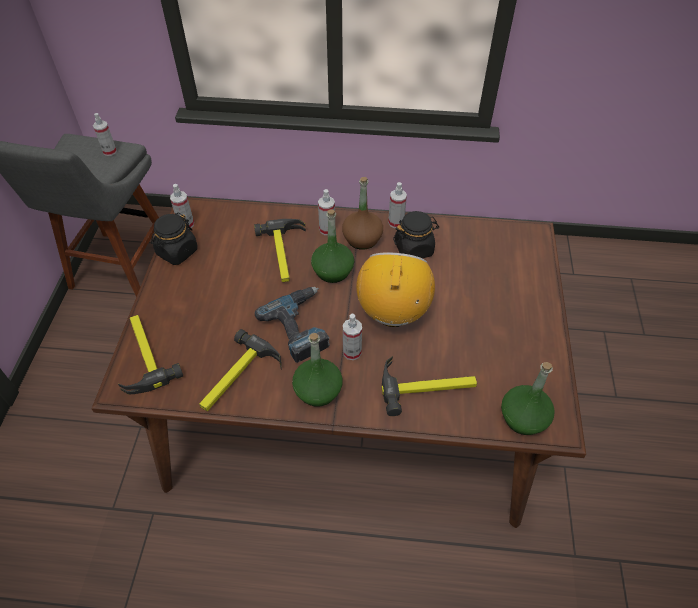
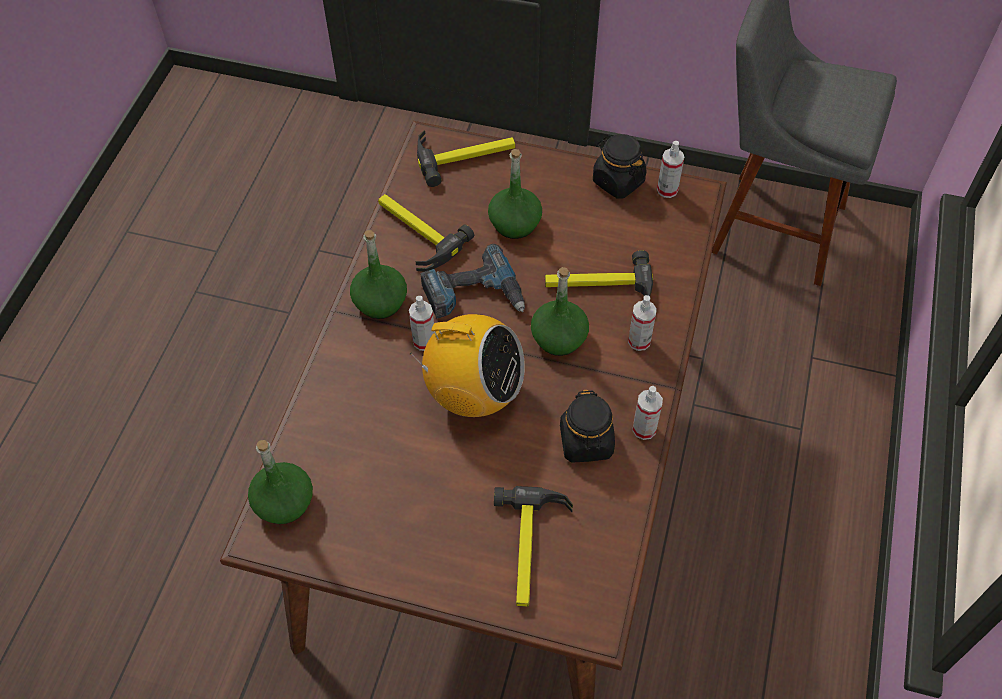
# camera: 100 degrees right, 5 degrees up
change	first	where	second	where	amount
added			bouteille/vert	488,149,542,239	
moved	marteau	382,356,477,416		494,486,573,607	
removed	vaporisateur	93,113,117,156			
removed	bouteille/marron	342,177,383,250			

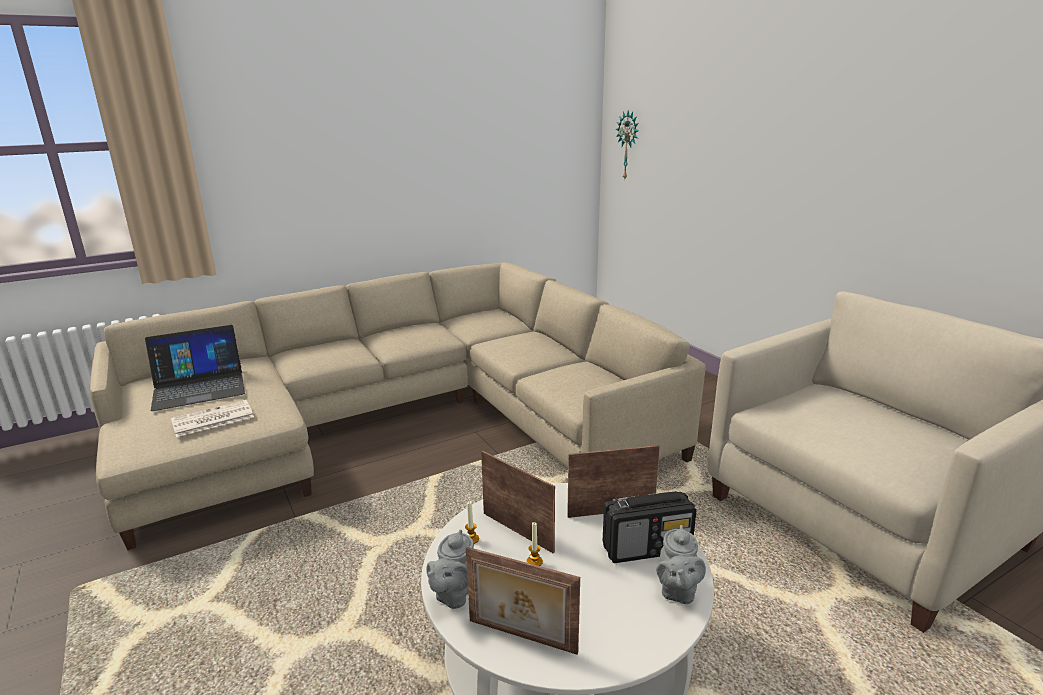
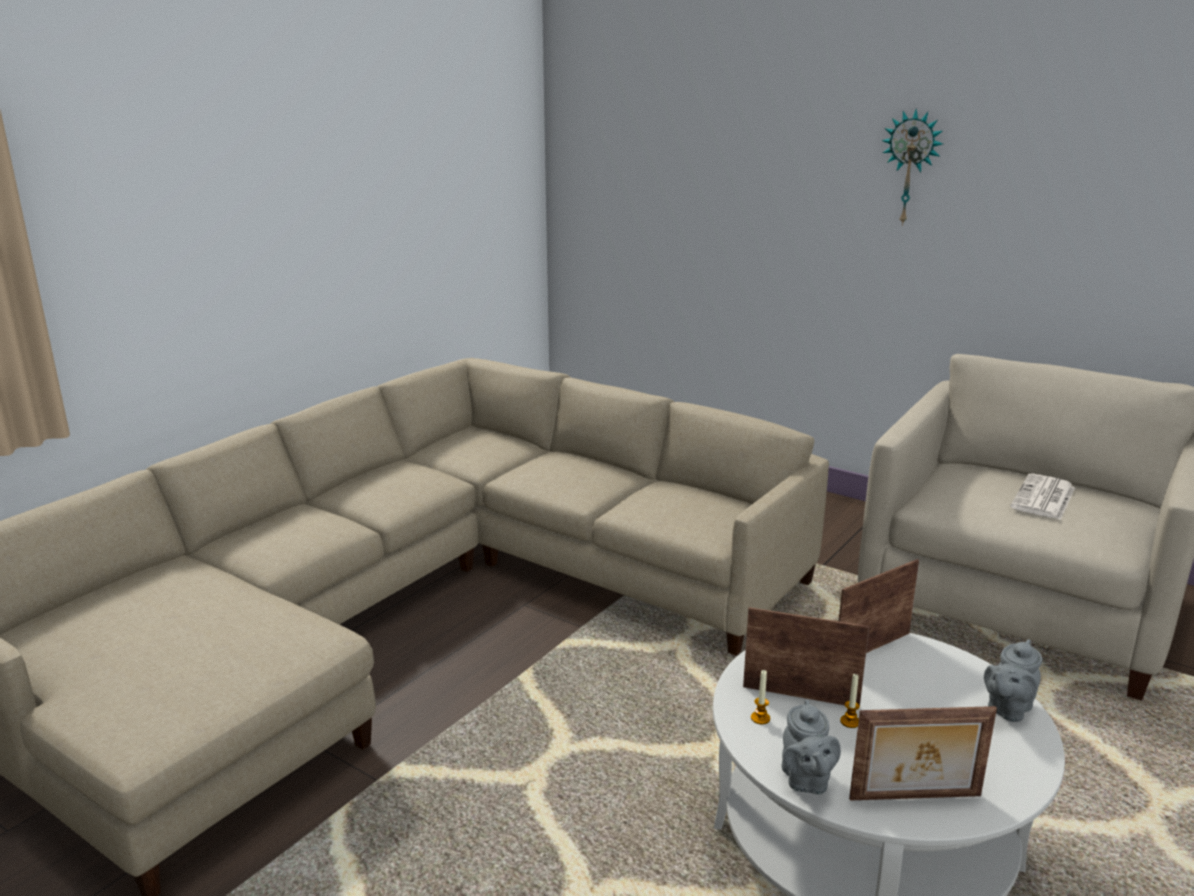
# camera: 25 degrees left, 0 degrees up
change	first	where	second	where	amount
moved	horloge murale	616,110,639,179		881,109,943,226	
turned	théière/gris	656,525,706,604		984,639,1042,722	60 degrees clockwise
moved	journal	171,400,254,437		1010,474,1075,520	
removed	ordinateur portable	145,325,245,411			
removed	radio	603,491,696,563			

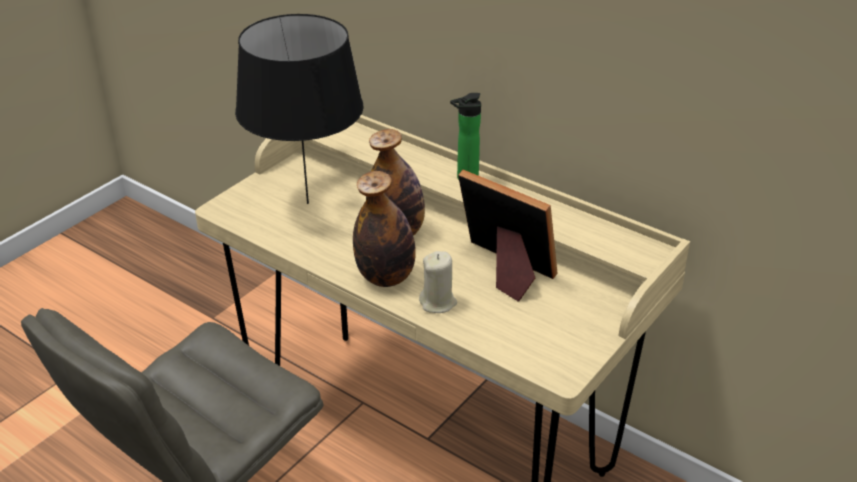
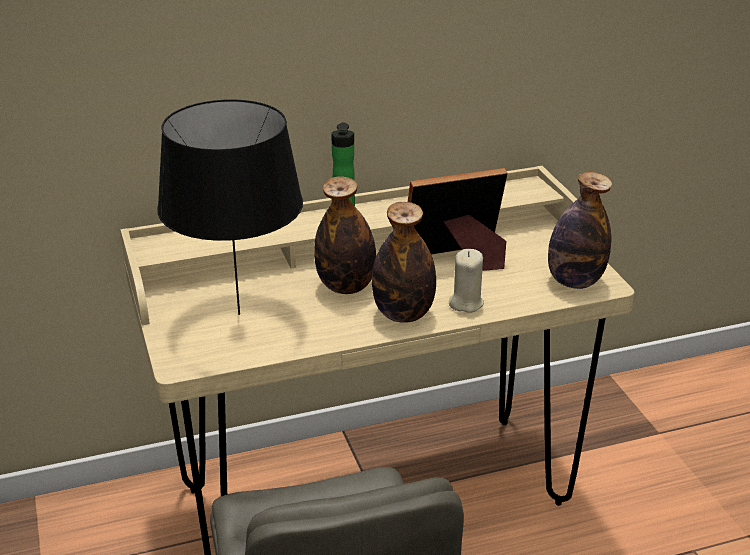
# camera: 55 degrees left, 5 degrees down
change	first	where	second	where	amount
added			bouteille	548,172,612,289	

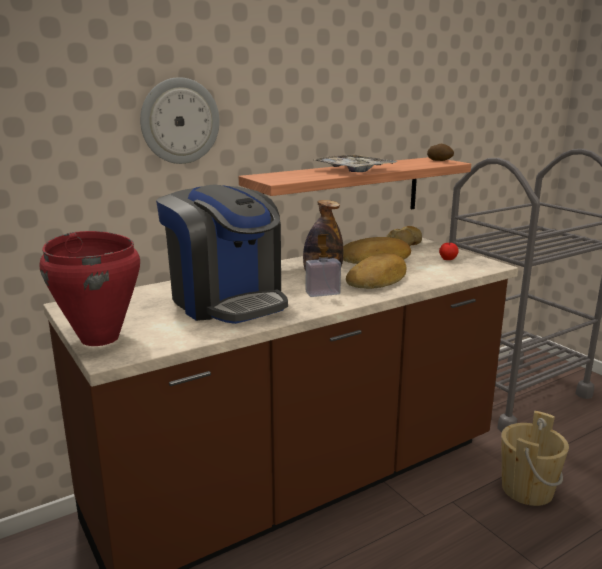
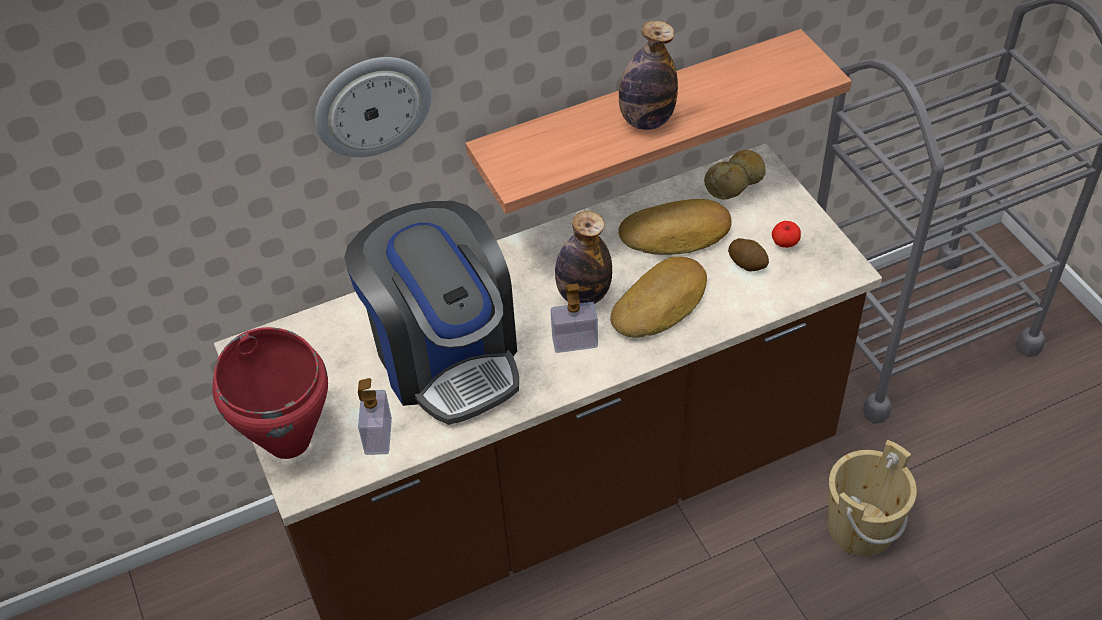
# camera: 10 degrees right, 30 degrees up
change	first	where	second	where	amount
added			distributeur de savon	358,378,392,455	
replaced	plateau	312,155,397,172	bouteille	619,21,678,130	
moved	pomme de terre	427,144,454,161		728,238,769,272	

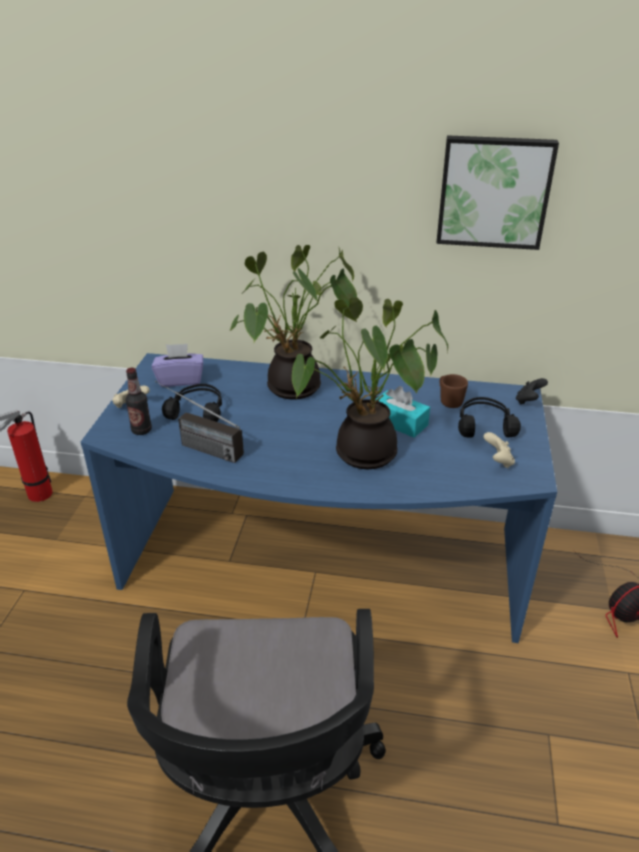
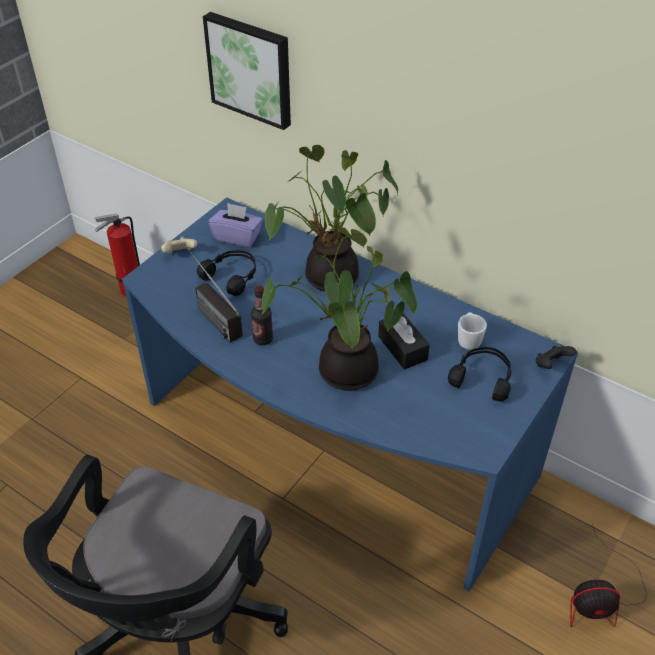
# camera: 25 degrees right, 10 degrees up
change	first	where	second	where	amount
moved	tableau	436,135,559,250		203,12,291,130	
moved	bouteille	125,368,152,435		251,286,273,345	
recoloured	boîte à mouchoirs/turquoise	376,386,430,438	boîte à mouchoirs/noir	378,313,430,369	
recoloured	mug/marron	440,374,468,408	mug/blanc	458,312,487,350	
removed	manette/beige	483,432,515,468			

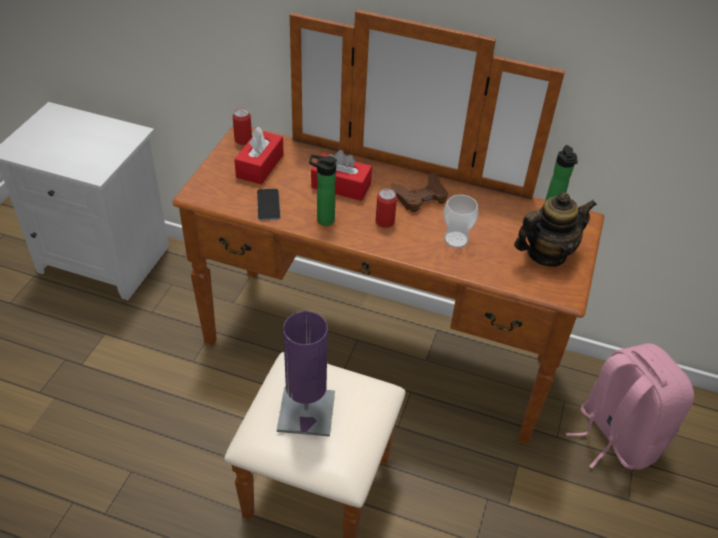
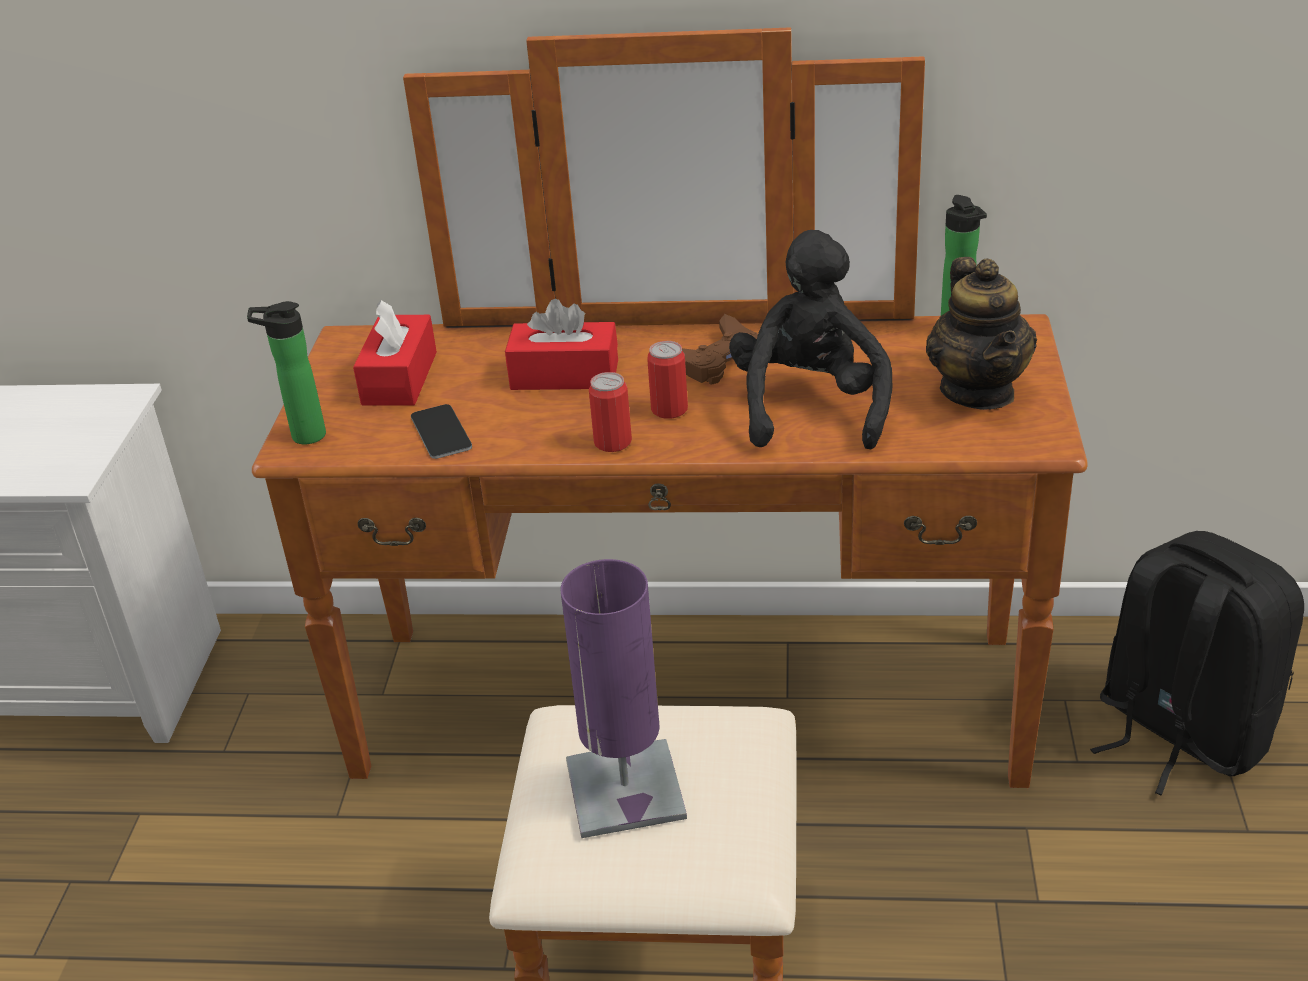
# camera: 10 degrees left, 10 degrees down
change	first	where	second	where	amount
moved	bouteille	309,155,337,226		247,301,326,444	
moved	boîte métallique	233,108,252,145		589,372,632,452	
replaced	tasse	444,195,478,248	peluche/noir	729,230,892,449	
turned	théière	514,192,597,267		926,257,1037,410	120 degrees clockwise
recoloured	sac à dos/rose	566,343,694,470	sac à dos/noir	1090,531,1304,796	

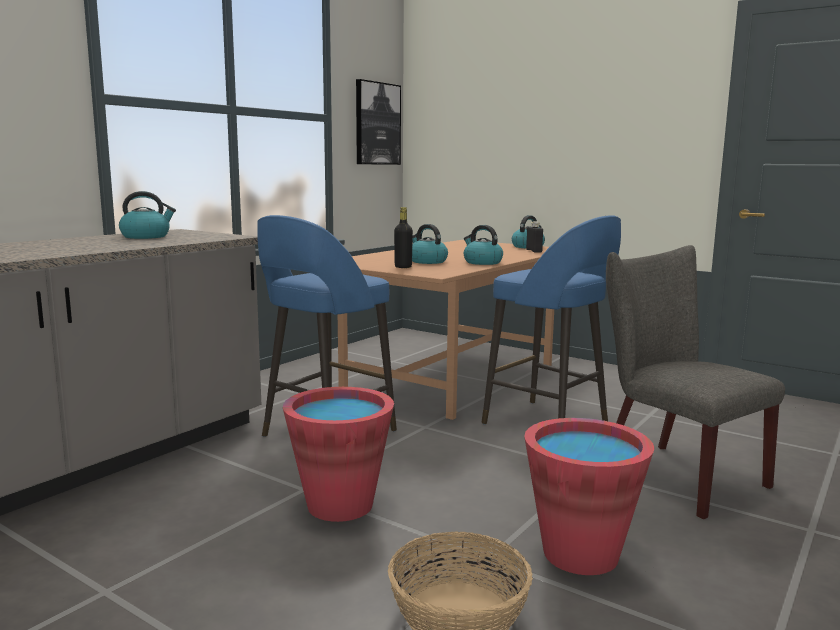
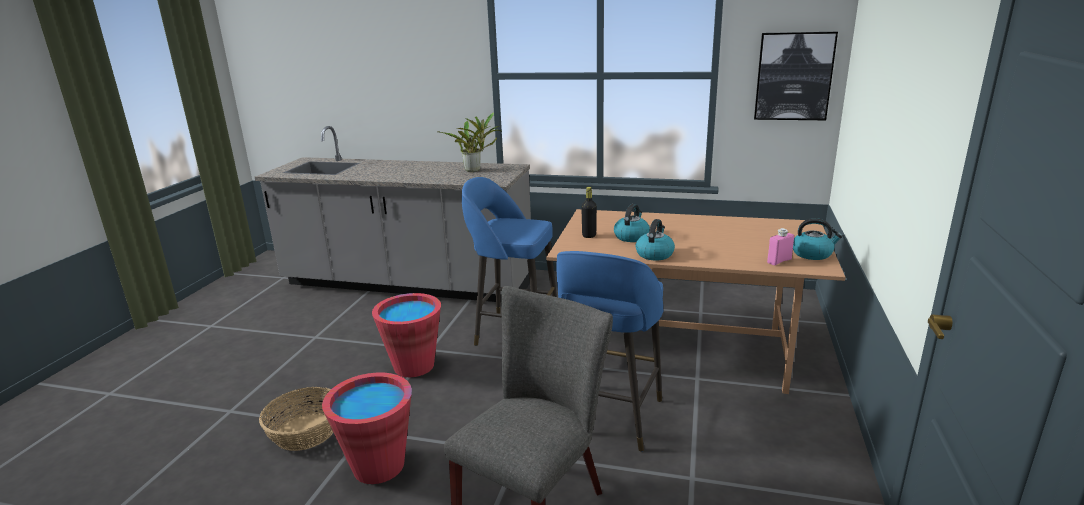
# camera: 70 degrees right, 10 degrees up
change	first	where	second	where	amount
replaced	bouilloire	119,191,176,239	plante en pot	440,112,502,172	
recoloured	bouteille/noir	526,221,543,253	bouteille/rose	767,228,794,265	

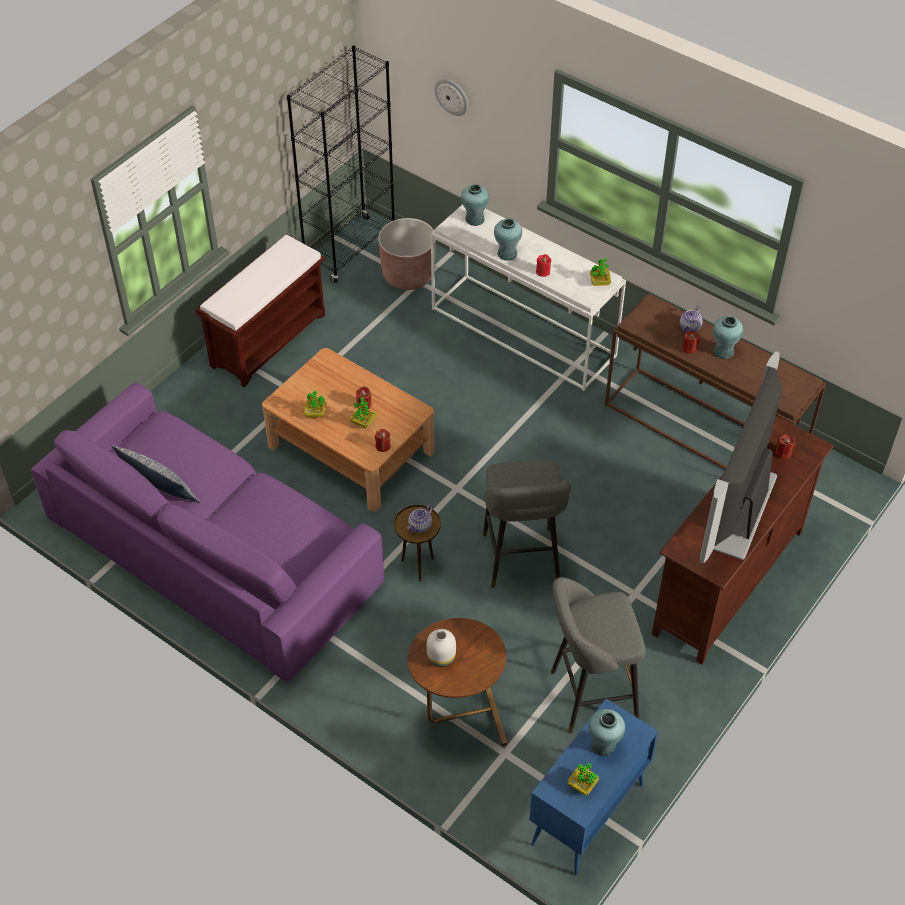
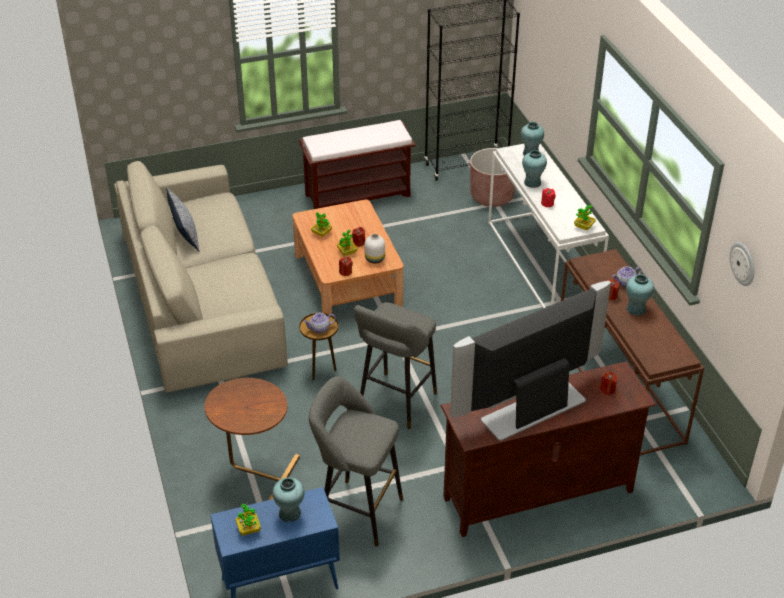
# camera: 35 degrees right, 10 degrees down
change	first	where	second	where	amount
recoloured	canapé/violet	31,382,384,683	canapé/beige	114,161,288,393	
moved	vase/blanc	427,629,456,667		365,234,385,263	
moved	horloge murale	434,79,468,116		730,242,754,286	

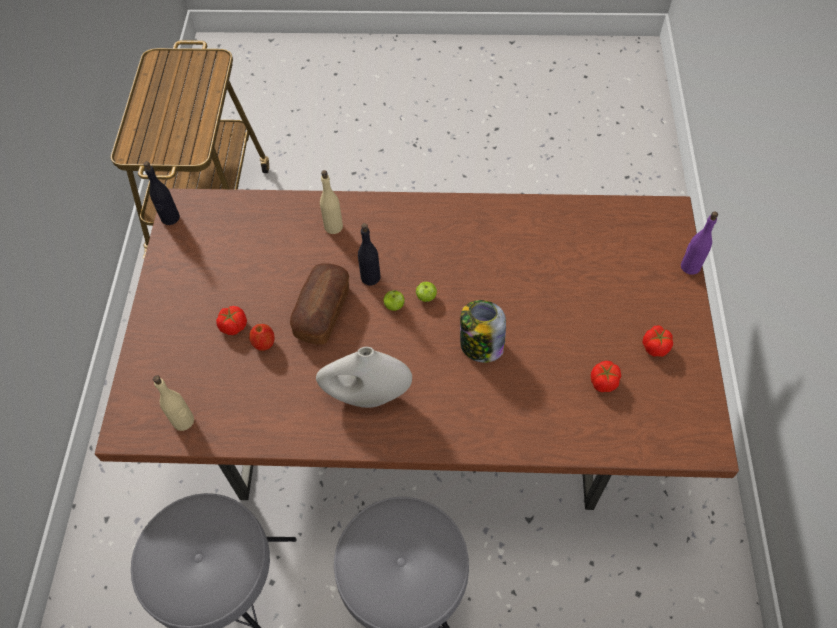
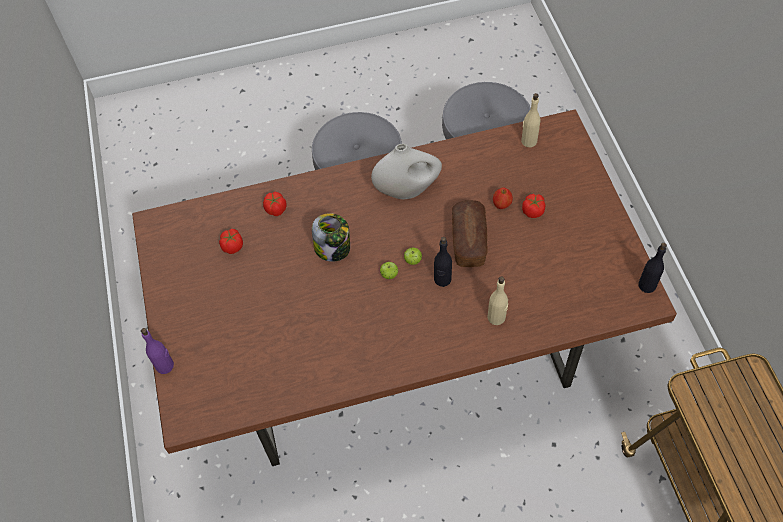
# camera: 165 degrees right, 0 degrees up
change	first	where	second	where	amount
moved	tomate	643,325,673,357		263,192,286,216	

